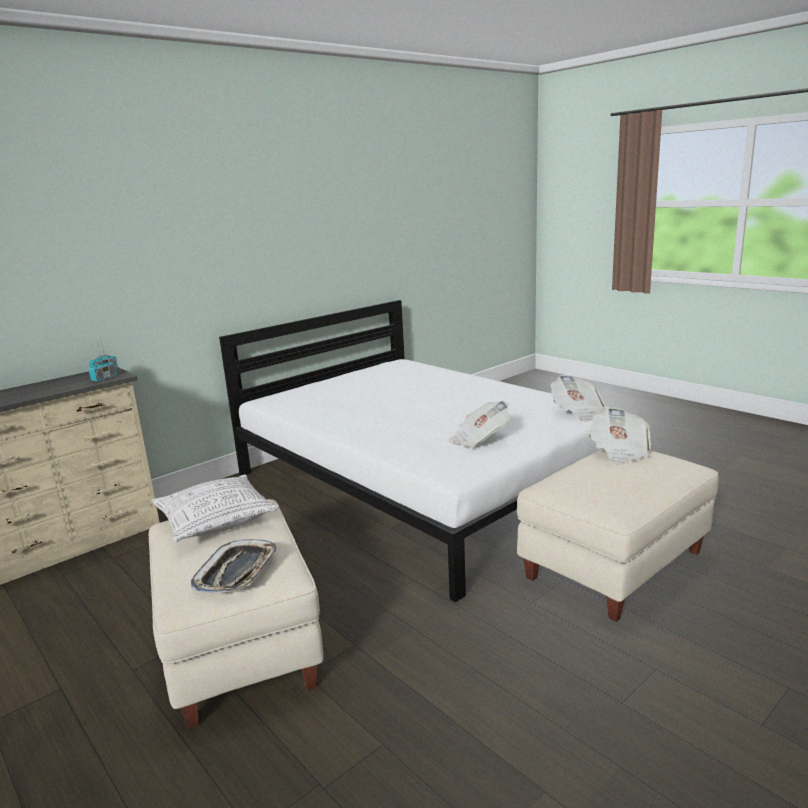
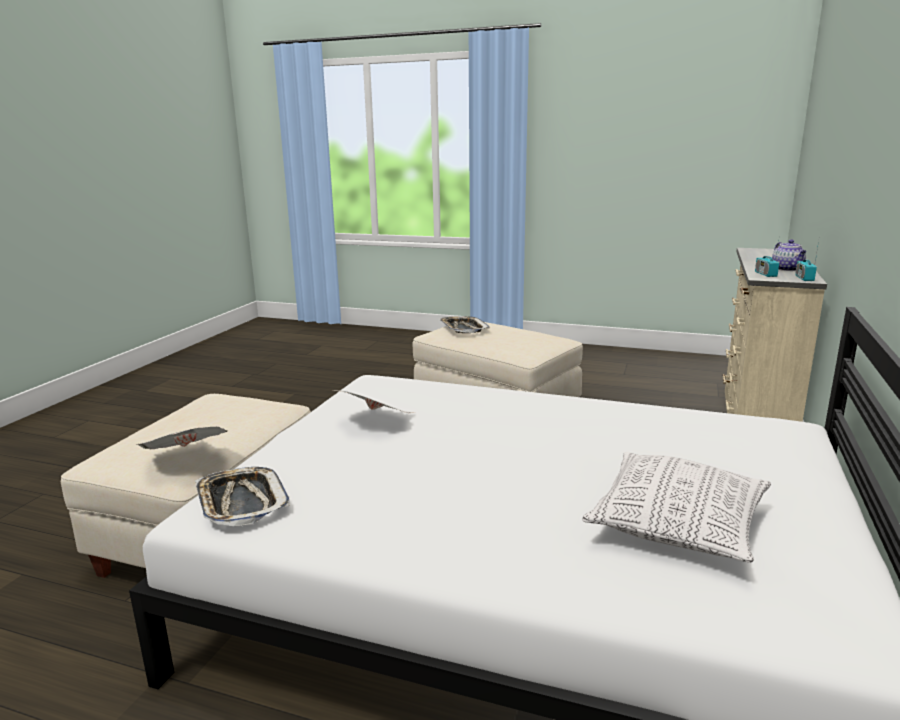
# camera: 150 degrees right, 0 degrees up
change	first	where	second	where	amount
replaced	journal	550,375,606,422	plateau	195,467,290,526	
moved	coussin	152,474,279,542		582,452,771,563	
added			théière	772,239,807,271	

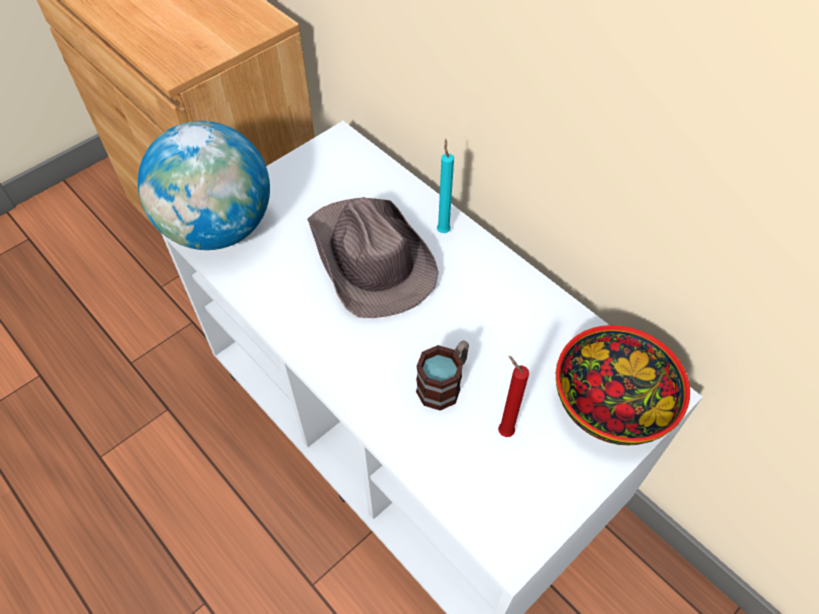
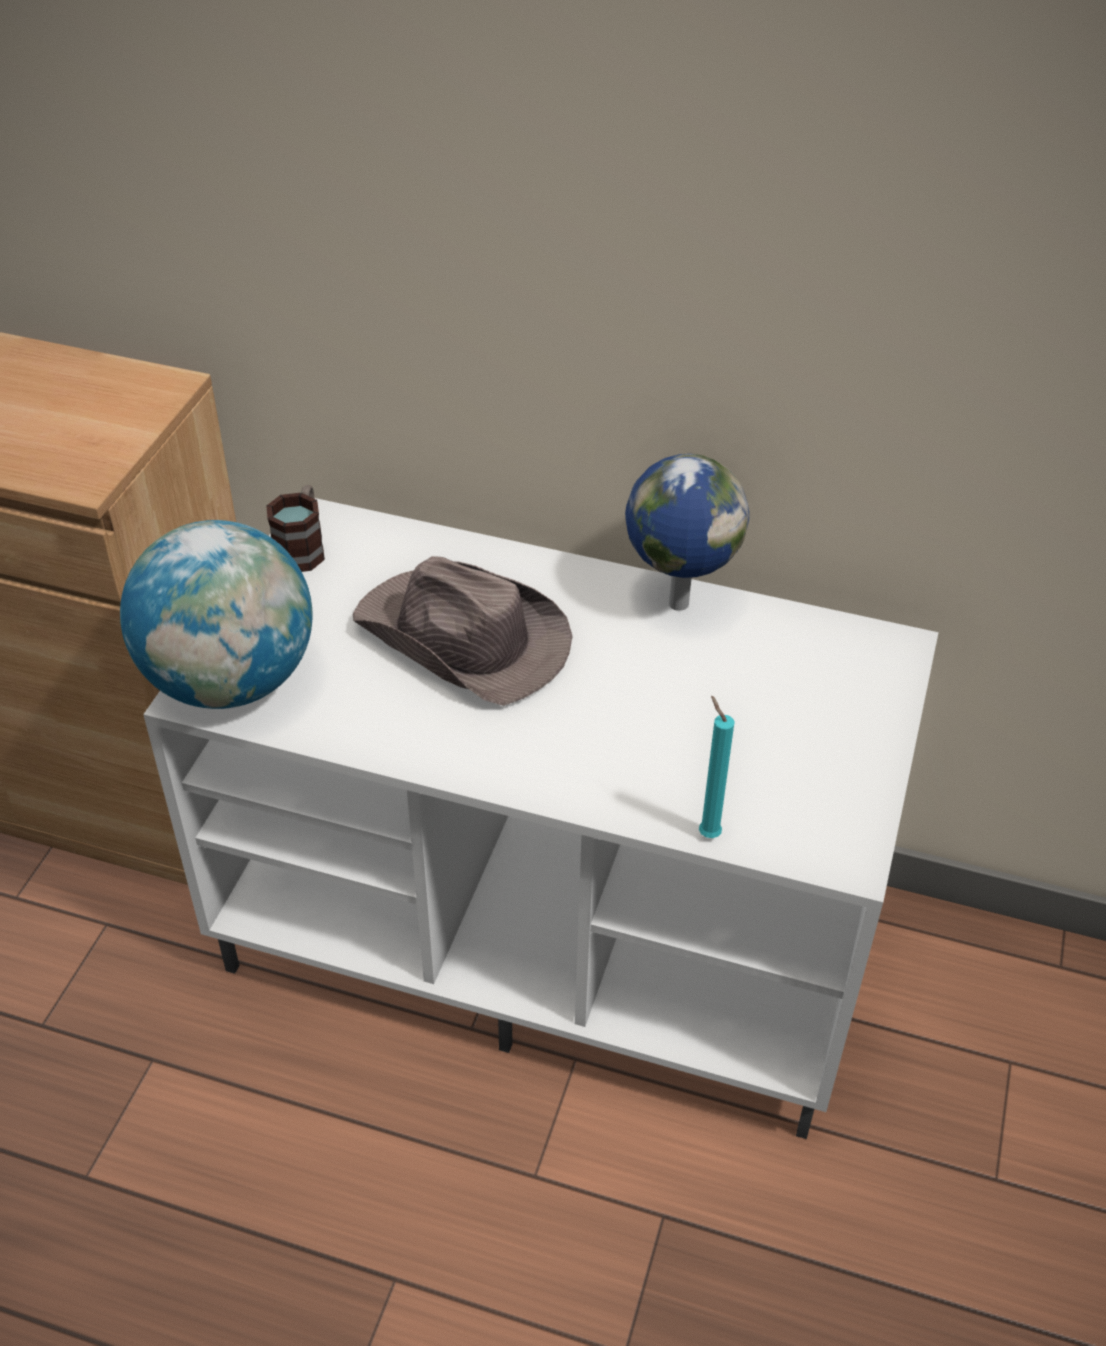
# camera: 30 degrees left, 10 degrees down
change	first	where	second	where	amount
moved	mug	416,340,469,411		266,485,325,572	
added			globe	625,454,749,611	
moved	bougie/turquoise	437,139,454,233		699,696,735,838	
removed	bougie/rouge	498,356,529,437			
removed	bol	556,325,690,445			

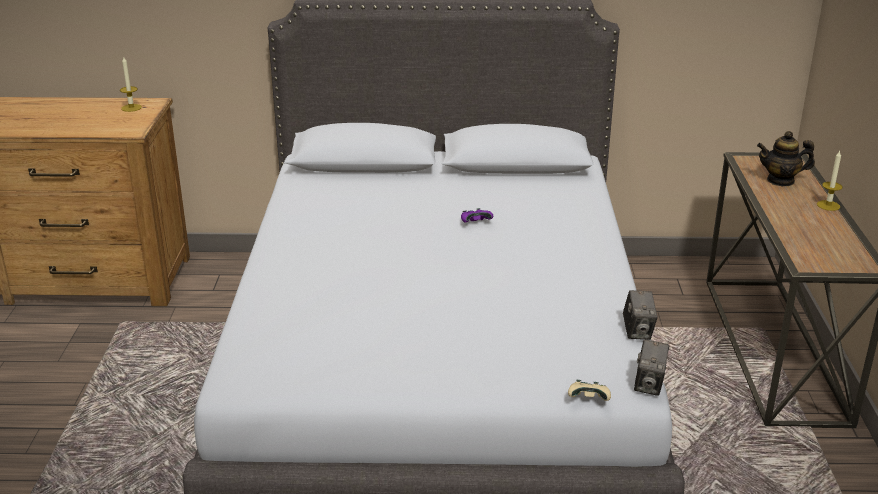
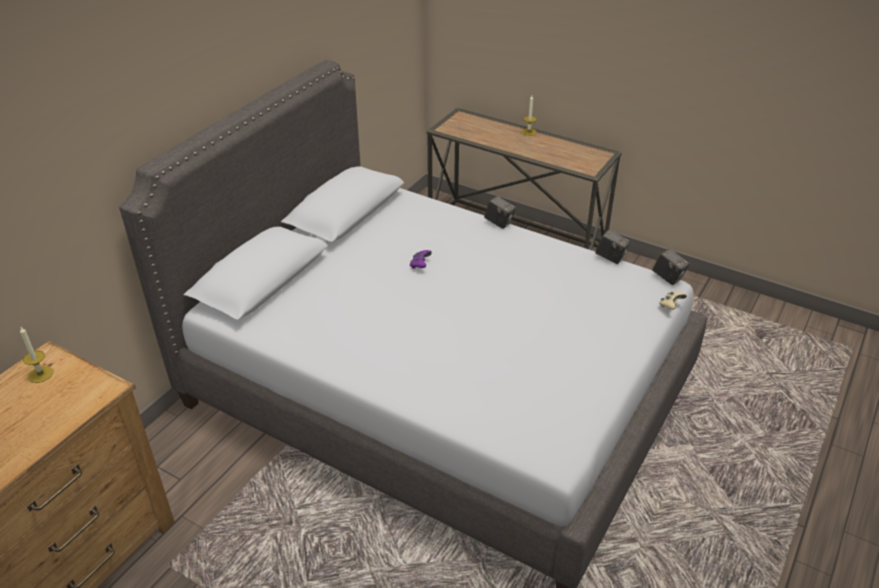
# camera: 60 degrees left, 10 degrees up
change	first	where	second	where	amount
added			appareil photo	484,196,516,229	
removed	théière	757,131,815,186			

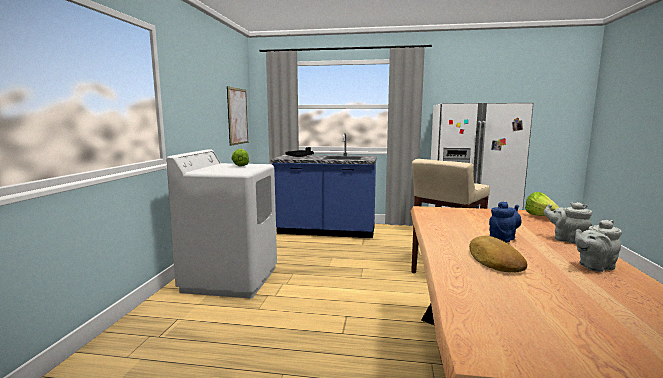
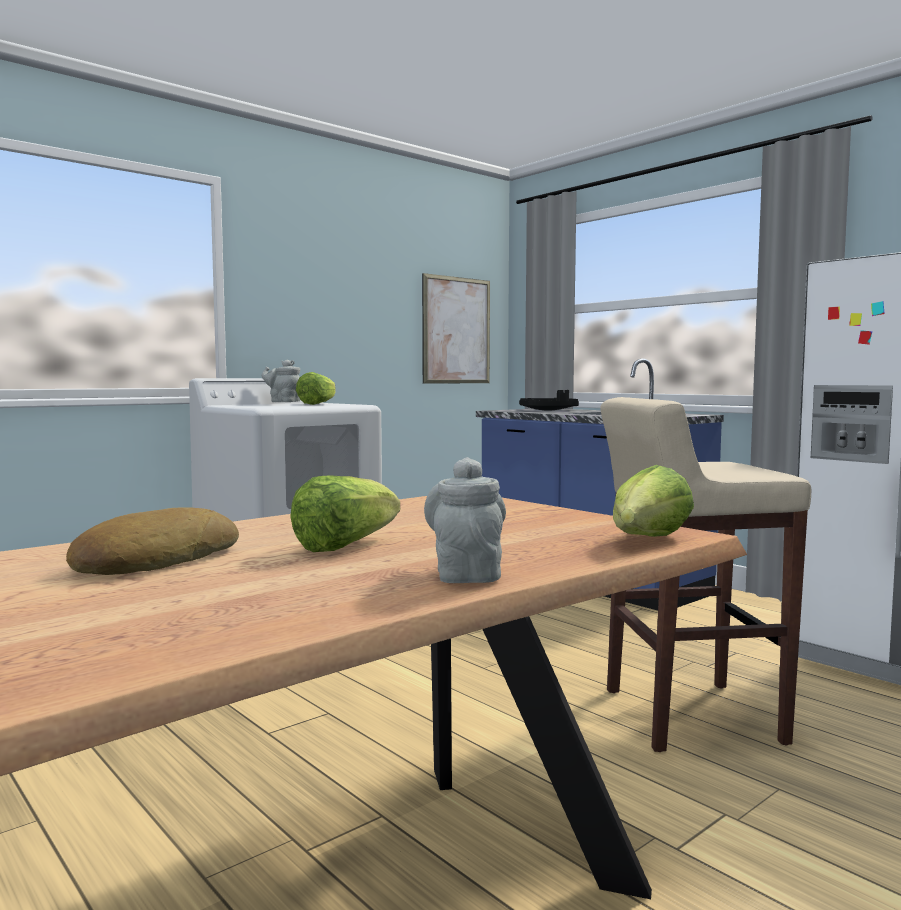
# camera: 40 degrees right, 5 degrees down
change	first	where	second	where	amount
moved	théière/gris	575,220,622,272		262,360,300,402	
replaced	théière/bleu	489,201,521,243	laitue	290,476,400,552	

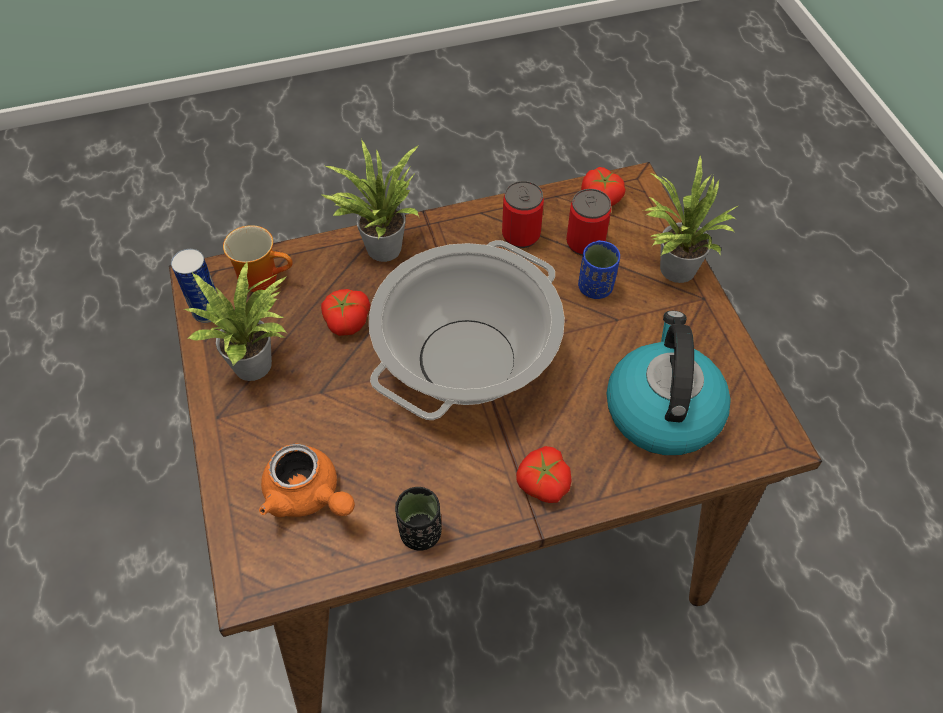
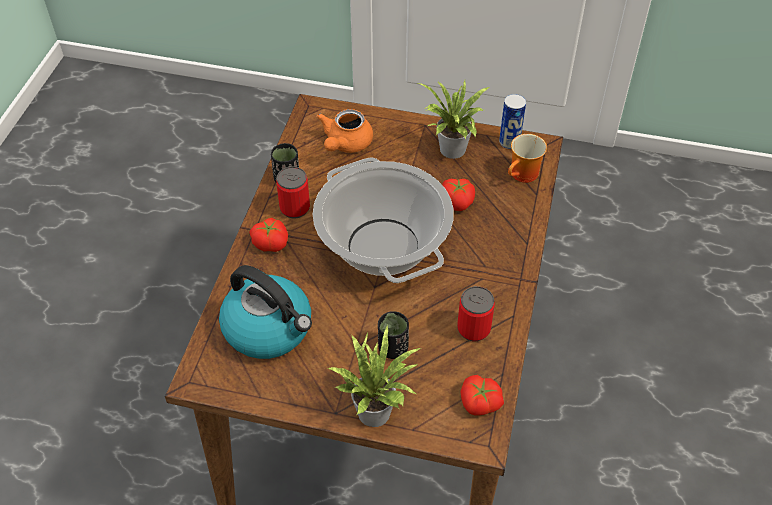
# camera: 120 degrees right, 5 degrees down
change	first	where	second	where	amount
moved	boîte métallique	566,189,611,256		276,167,310,219	
turned	théière/orange	259,443,355,517		317,109,373,153	45 degrees counterclockwise
recoloured	tasse/bleu	578,240,620,299	tasse/noir	378,311,409,359	
removed	plante en pot	322,139,419,262			

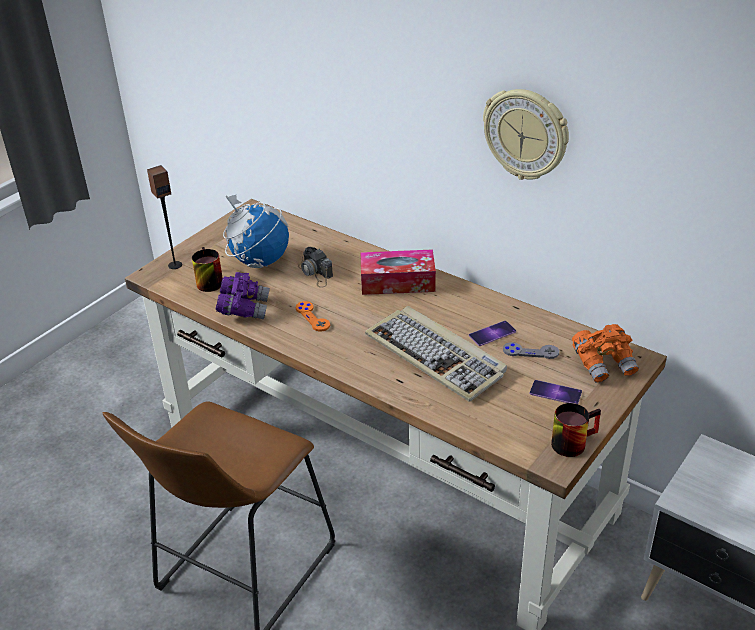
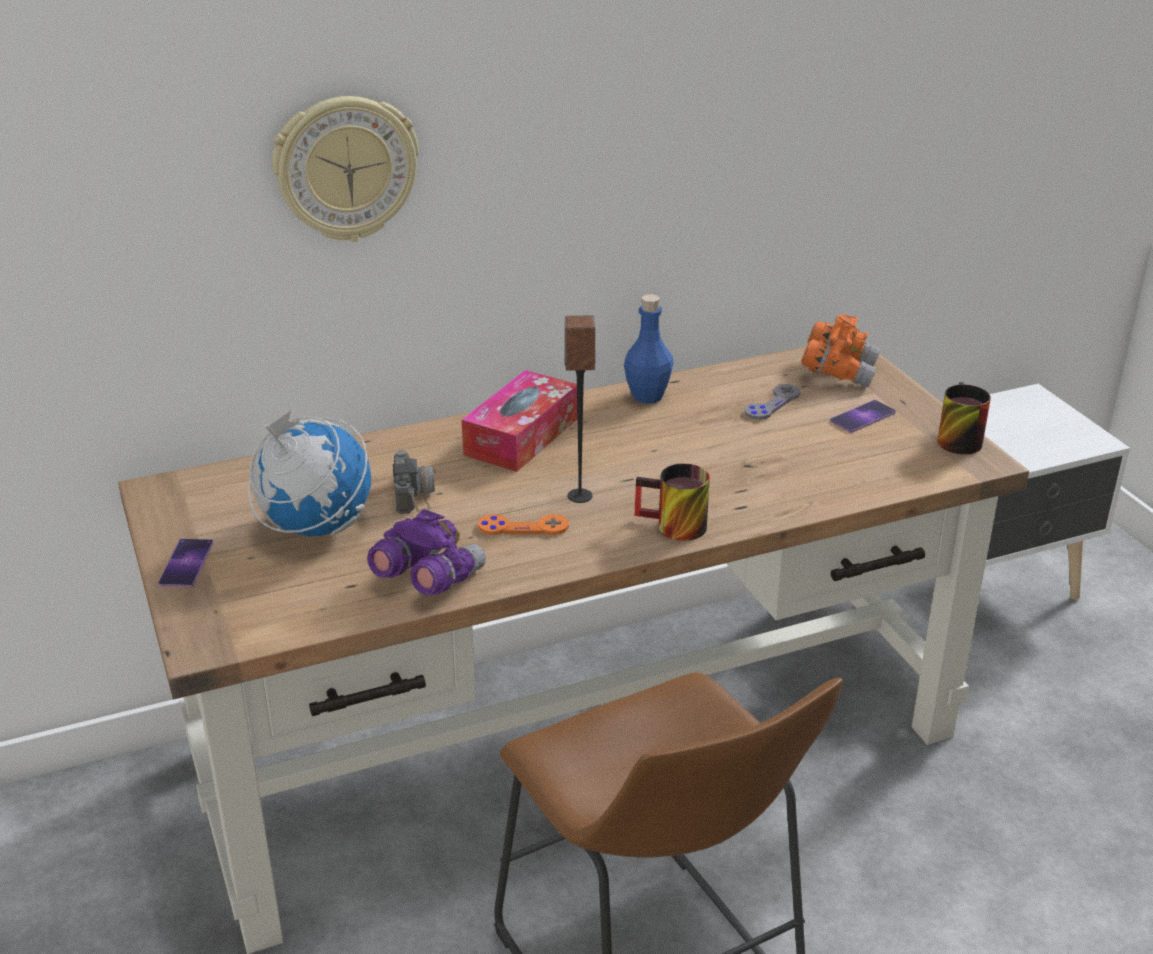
# camera: 60 degrees left, 5 degrees down
change	first	where	second	where	amount
moved	téléphone	469,321,516,346		158,539,213,587	
moved	horloge murale	483,89,569,180		272,96,419,242	
turned	appareil photo	298,247,333,288		393,450,436,514	90 degrees counterclockwise
moved	enceinte	147,165,182,269		564,315,595,503	
added			bouteille/bleu	624,294,673,404	
moved	mug	192,247,223,292		635,463,710,541	
removed	clavier	365,306,507,402			

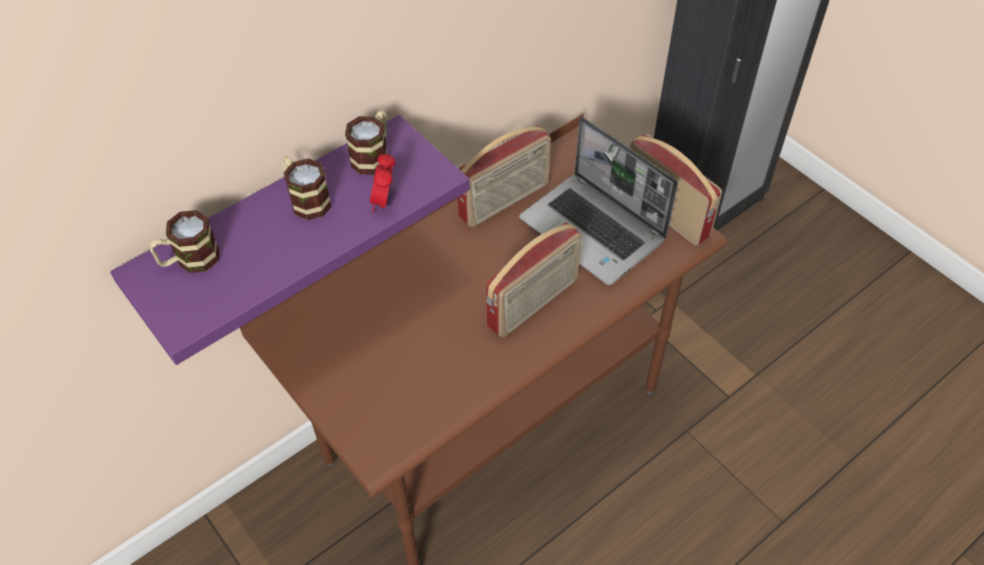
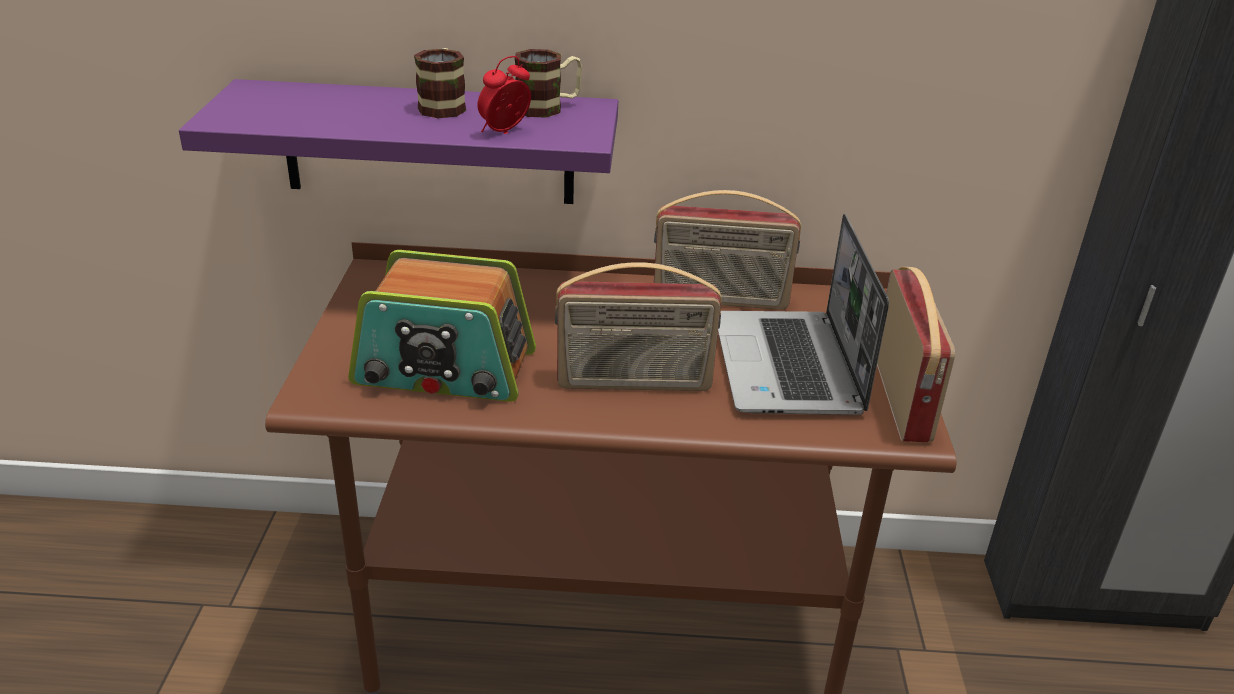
# camera: 40 degrees right, 20 degrees down
change	first	where	second	where	amount
added			radio	348,250,536,402	
removed	mug	150,210,219,273			

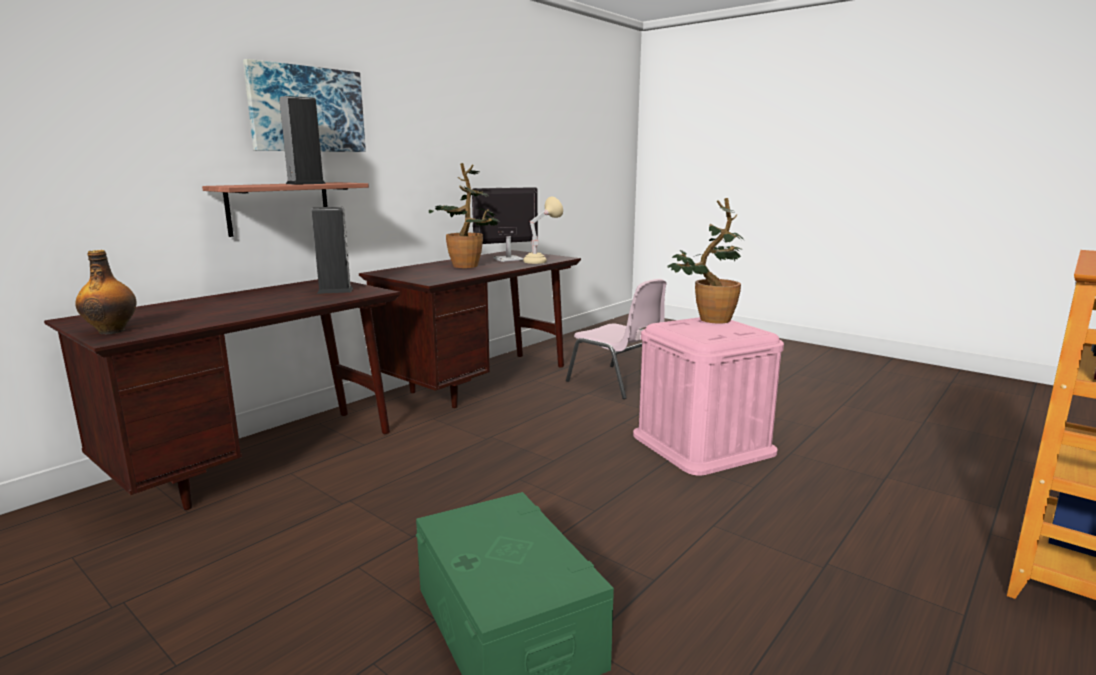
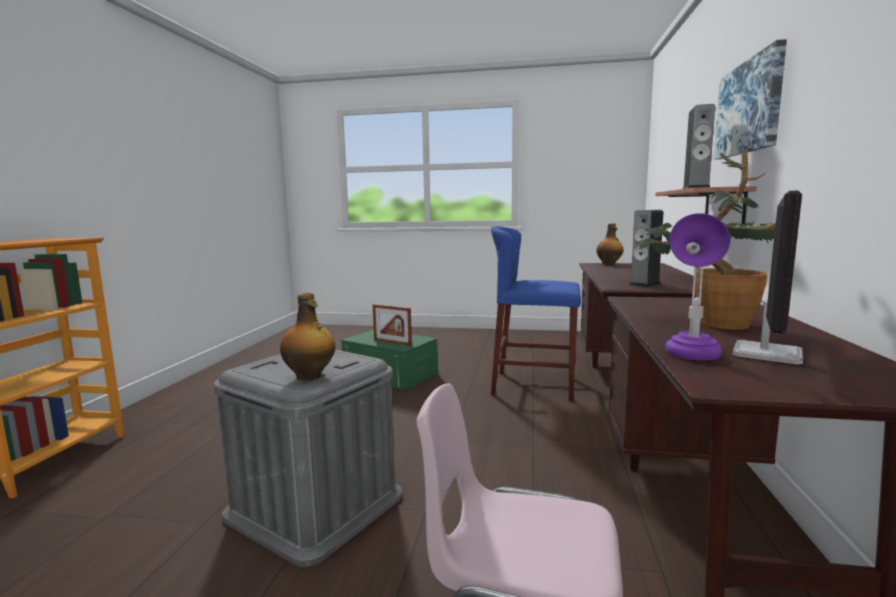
# camera: 150 degrees right, 5 degrees down
change	first	where	second	where	amount
recoloured	boîte de rangement/rose	633,317,784,475	boîte de rangement/gris	213,350,402,567	
replaced	plante en pot	667,198,744,324	bouteille	280,293,335,380	
added			cadre photo	372,304,412,346	
added			tabouret/bleu	491,226,581,401	
recoloured	lampe de table/beige	523,197,563,264	lampe de table/violet	665,213,730,360	

